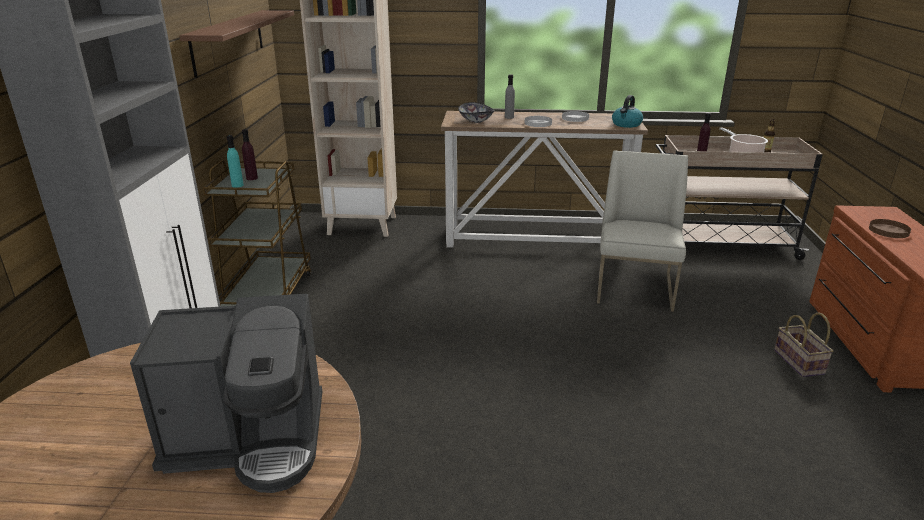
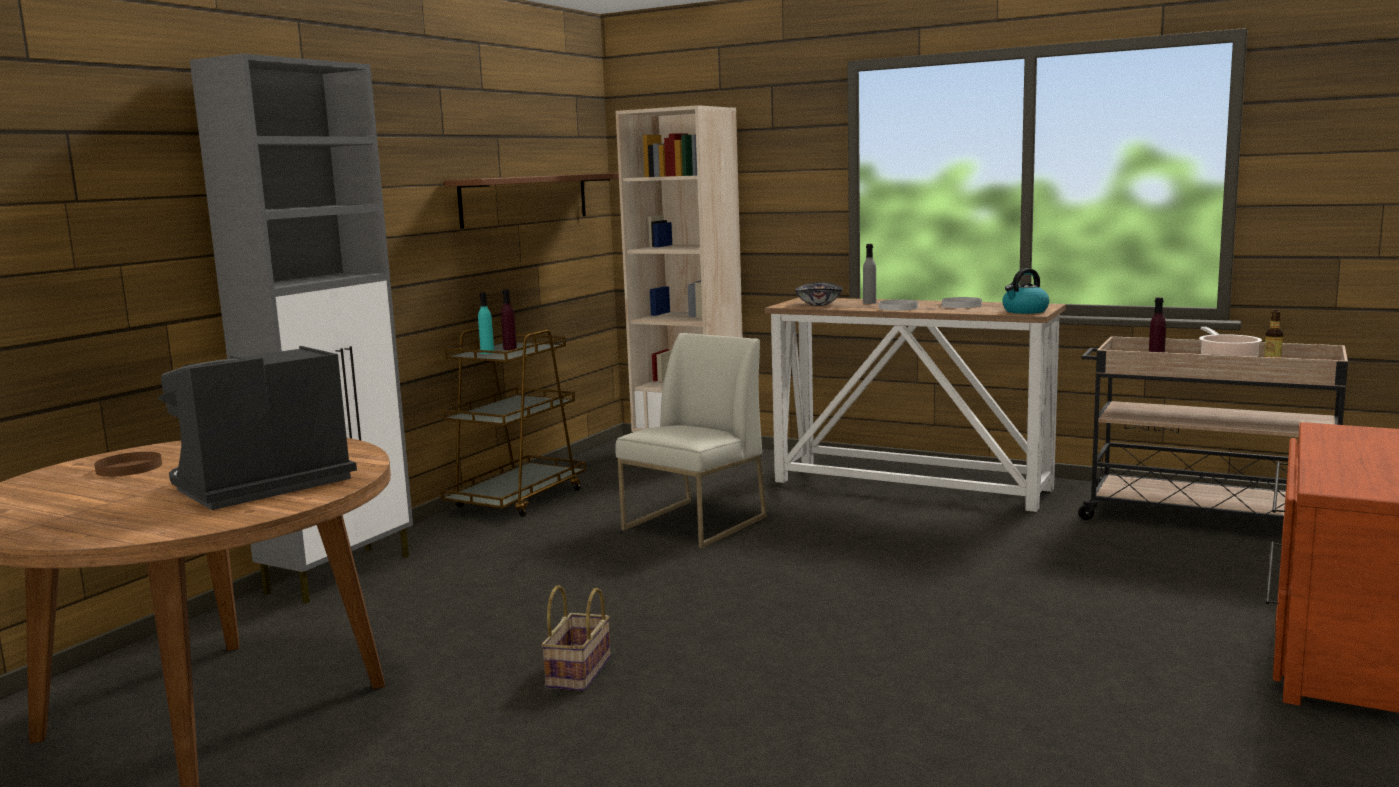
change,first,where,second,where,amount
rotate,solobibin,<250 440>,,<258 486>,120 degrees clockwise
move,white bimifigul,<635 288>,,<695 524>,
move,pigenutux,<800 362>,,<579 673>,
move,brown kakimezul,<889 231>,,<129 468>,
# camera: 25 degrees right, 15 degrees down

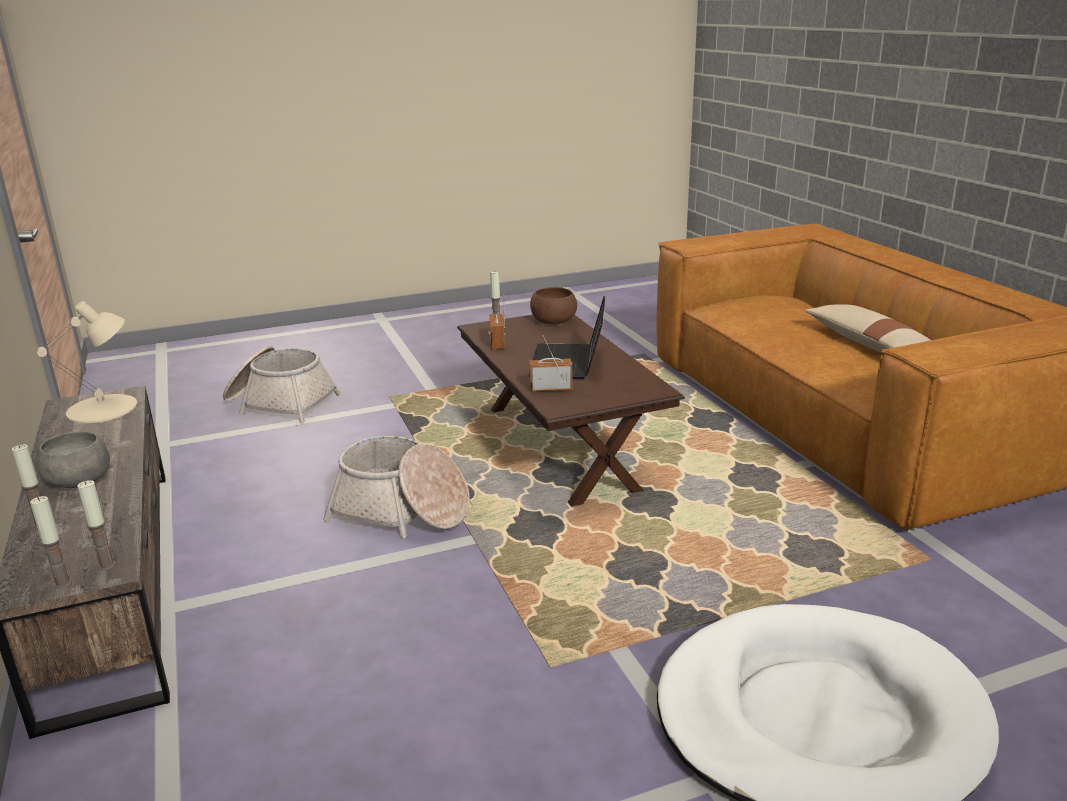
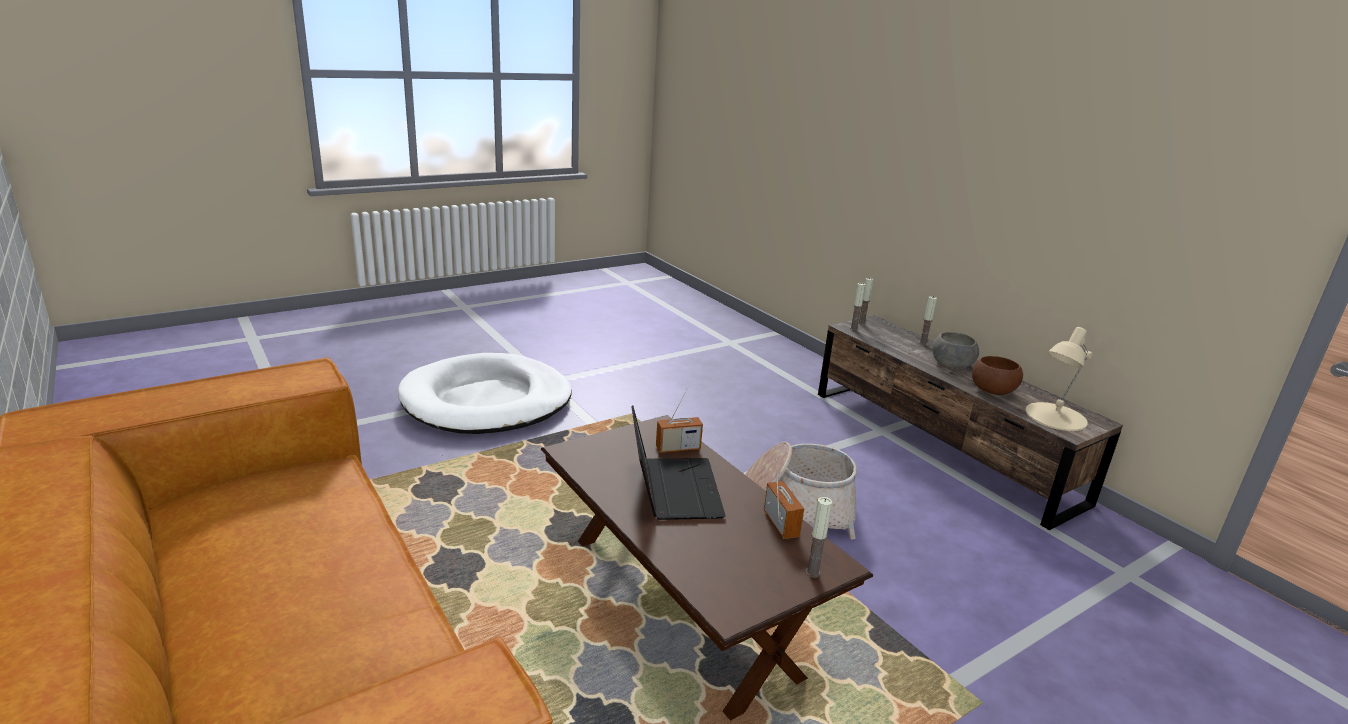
change,first,where,second,where,amount
delete,pigenutux,<280 403>,,,
move,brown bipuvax,<553 321>,,<992 390>,
delete,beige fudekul,<869 344>,,,
# camera: 165 degrees right, 0 degrees up

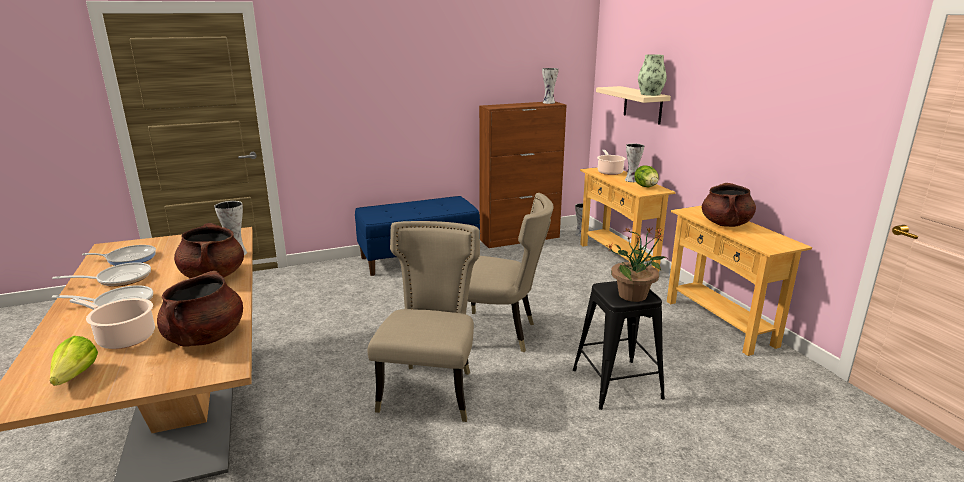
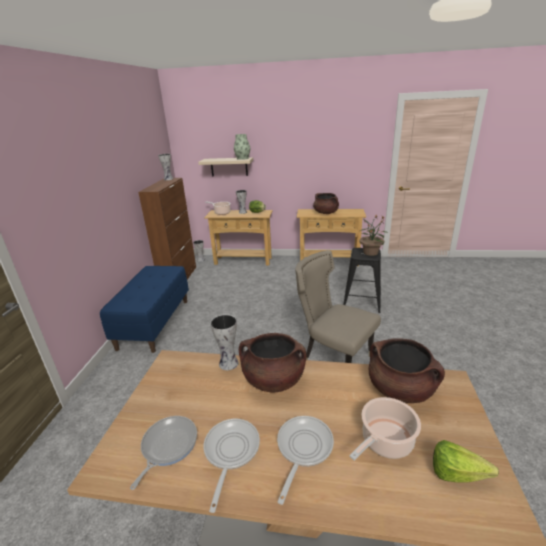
change,first,where,second,where,amount
delete,beige bimifigul,<499 334>,,,
# camera: 60 degrees left, 5 degrees up

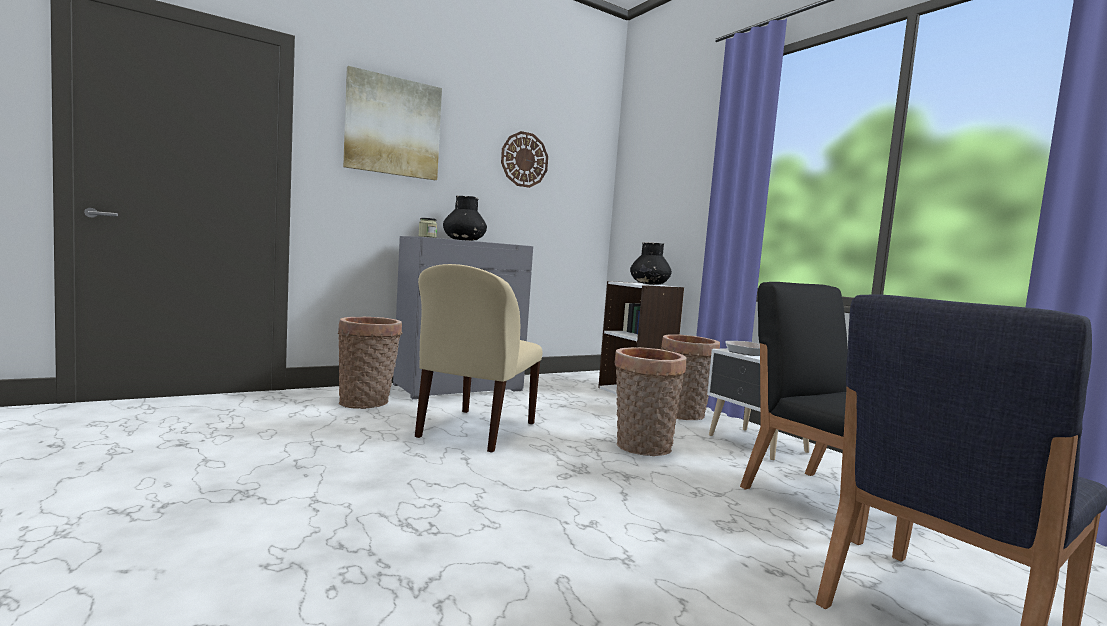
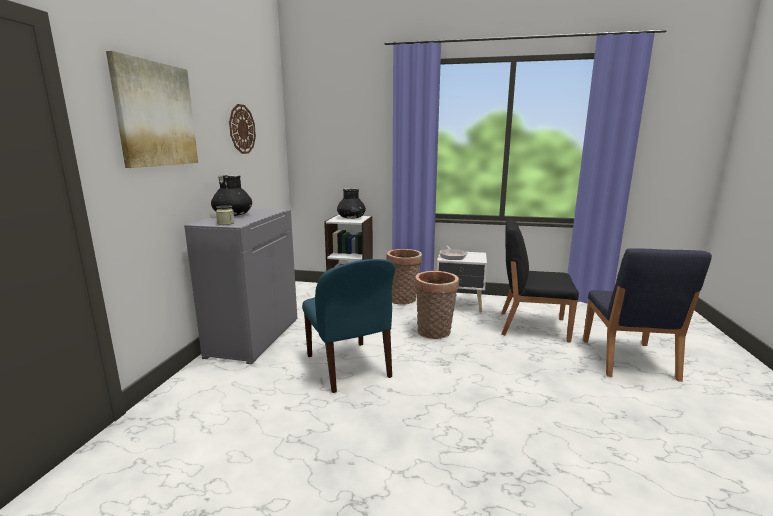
change,first,where,second,where,amount
delete,pigenutux,<367 402>,,,
recolor,beige bimifigul,<475 431>,blue bimifigul,<349 367>,
# camera: 45 degrees left, 10 degrees up

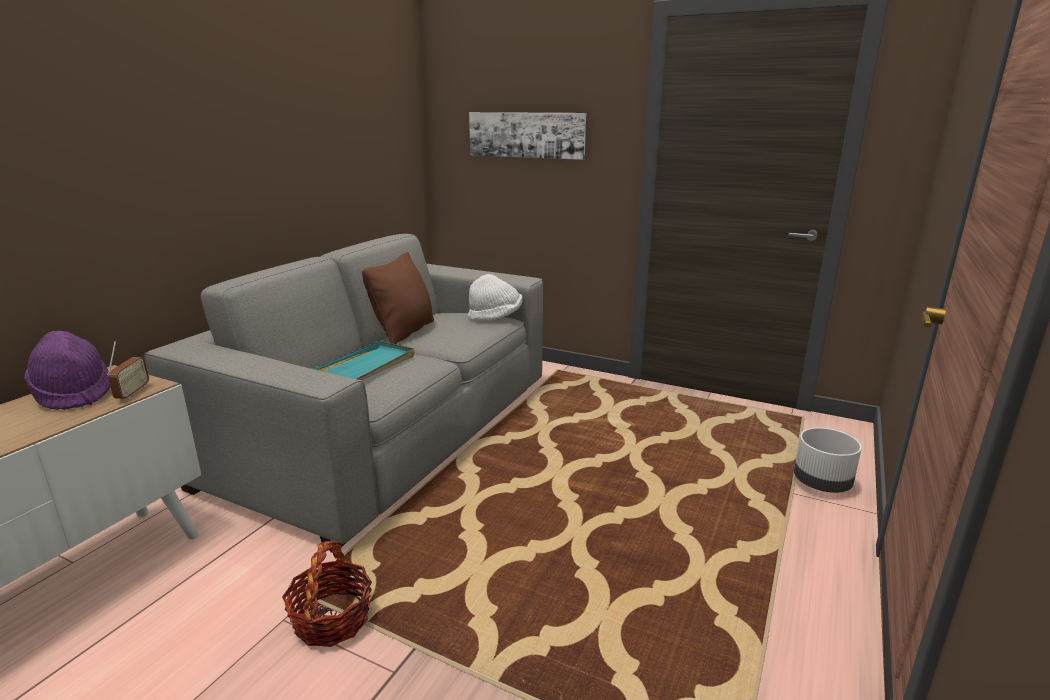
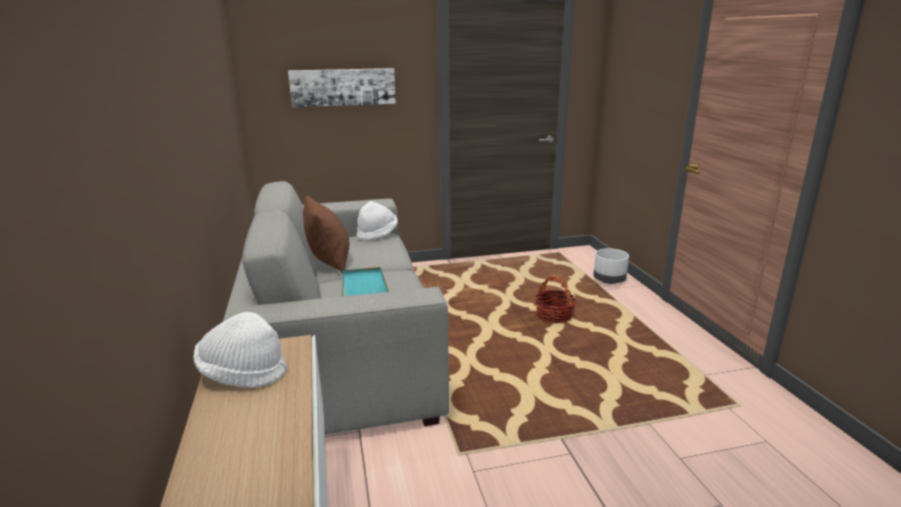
change,first,where,second,where,amount
recolor,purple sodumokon,<74 394>,white sodumokon,<243 373>,
delete,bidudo,<132 393>,,,
move,pigenutux,<332 619>,,<554 316>,
# camera: 40 degrees left, 0 degrees up

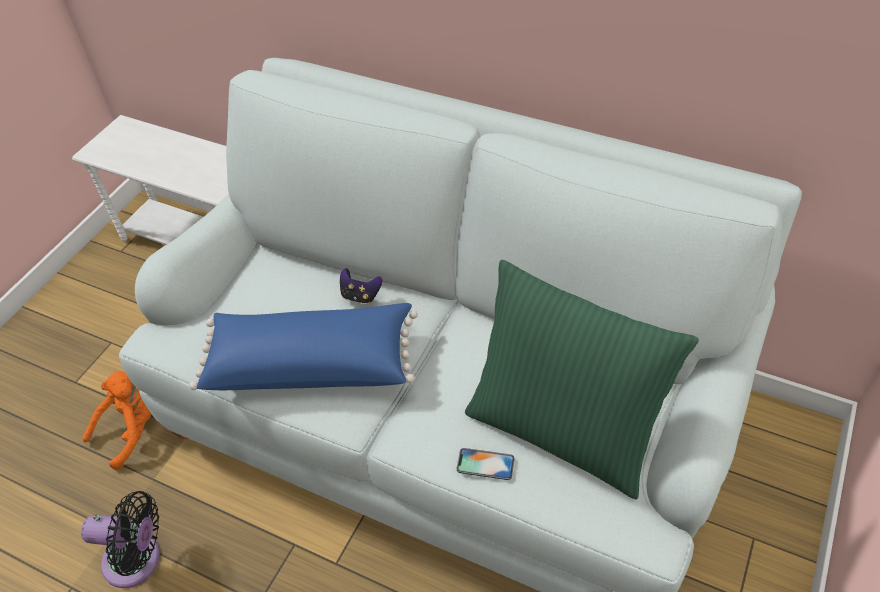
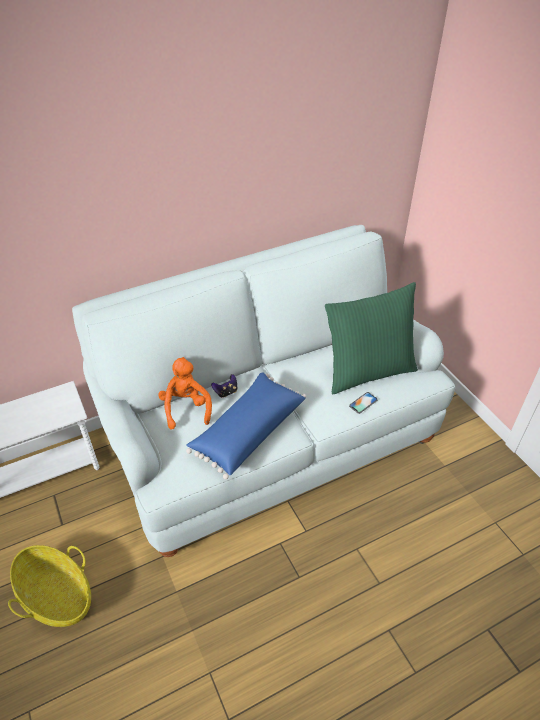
change,first,where,second,where,amount
delete,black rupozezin,<137 561>,,,
move,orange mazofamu,<131 430>,,<186 408>,
insert,,,pigenutux,<57 596>,
# camera: 55 degrees left, 5 degrees down

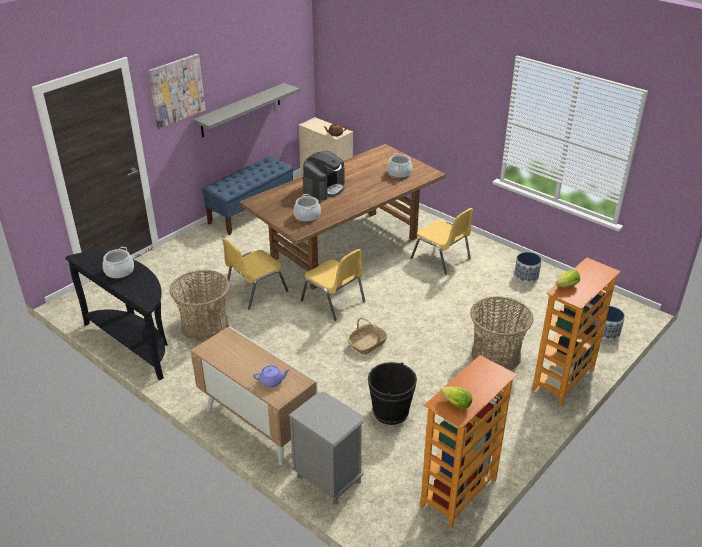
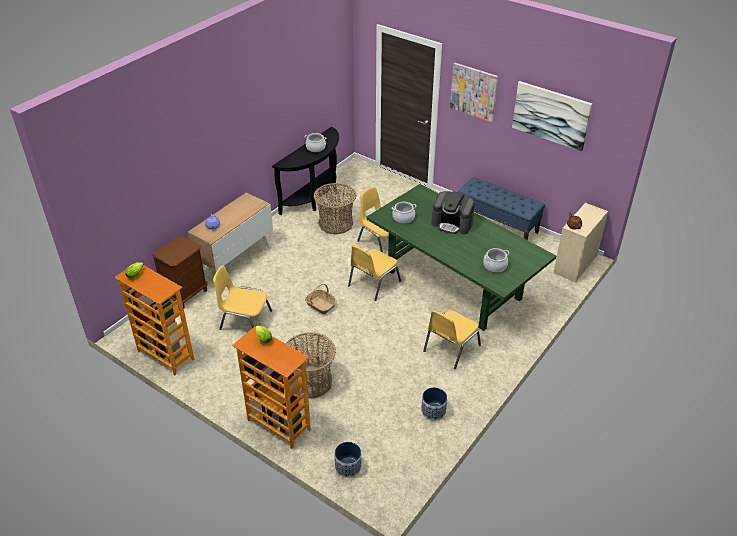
change,first,where,second,where,amount
delete,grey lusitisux,<241 110>,,,
recolor,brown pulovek,<346 247>,green pulovek,<454 285>,
recolor,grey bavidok,<328 479>,brown bavidok,<186 294>,
replace,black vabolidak,<390 412>,yellow bimifigul,<245 320>,
insert,,,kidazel,<551 115>,
# camera: 85 degrees right, 5 degrees up

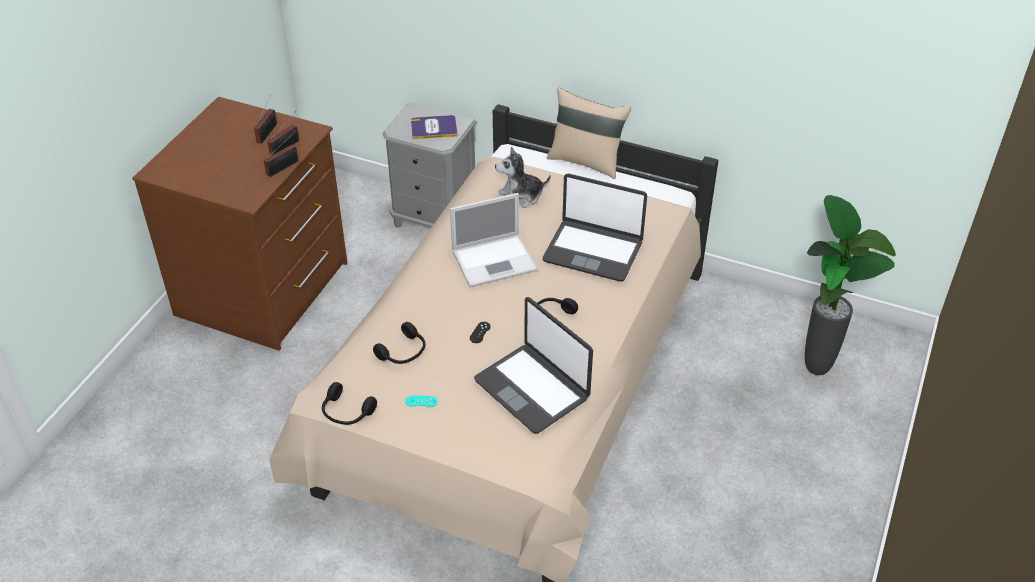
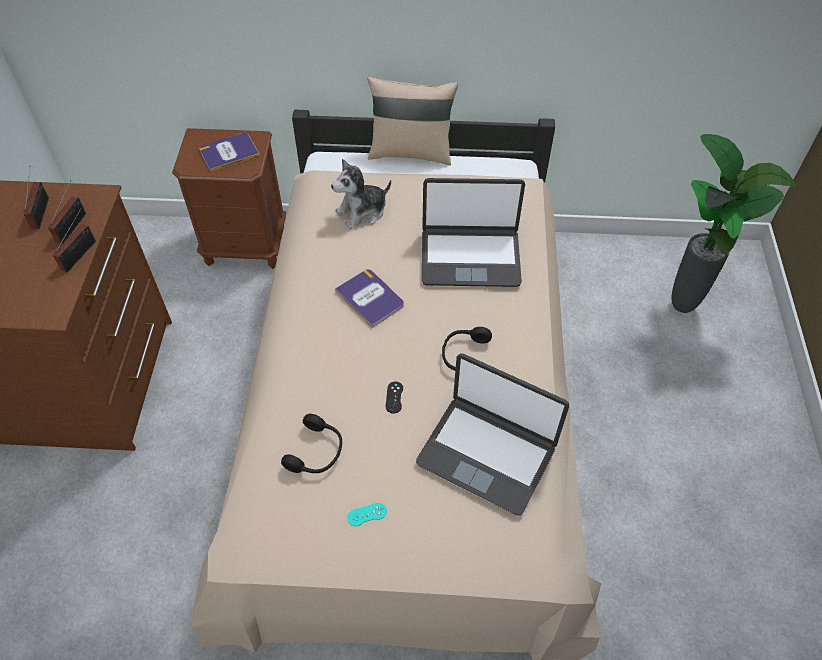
change,first,where,second,where,amount
delete,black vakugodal,<346 412>,,,
recolor,grey bavidok,<434 219>,brown bavidok,<245 245>,
replace,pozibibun,<495 260>,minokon,<370 298>,
# camera: 20 degrees left, 10 degrees up

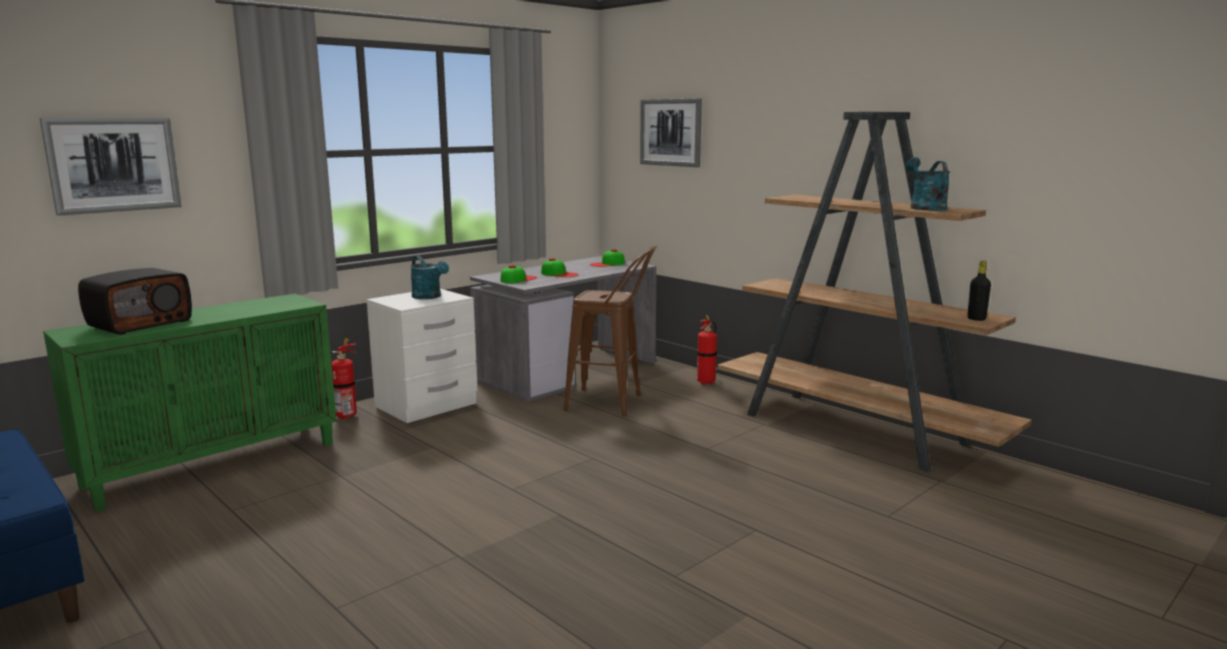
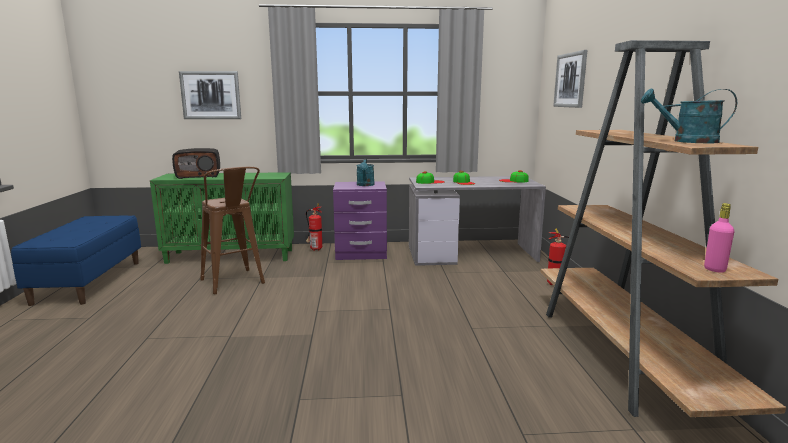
change,first,where,second,where,amount
recolor,white bavidok,<427 405>,purple bavidok,<361 253>,
move,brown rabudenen,<612 403>,,<234 284>,
rotate,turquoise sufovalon,<924 207>,,<686 141>,105 degrees counterclockwise
recolor,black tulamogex,<976 319>,pink tulamogex,<714 269>,
# camera: 40 degrees right, 0 degrees up

